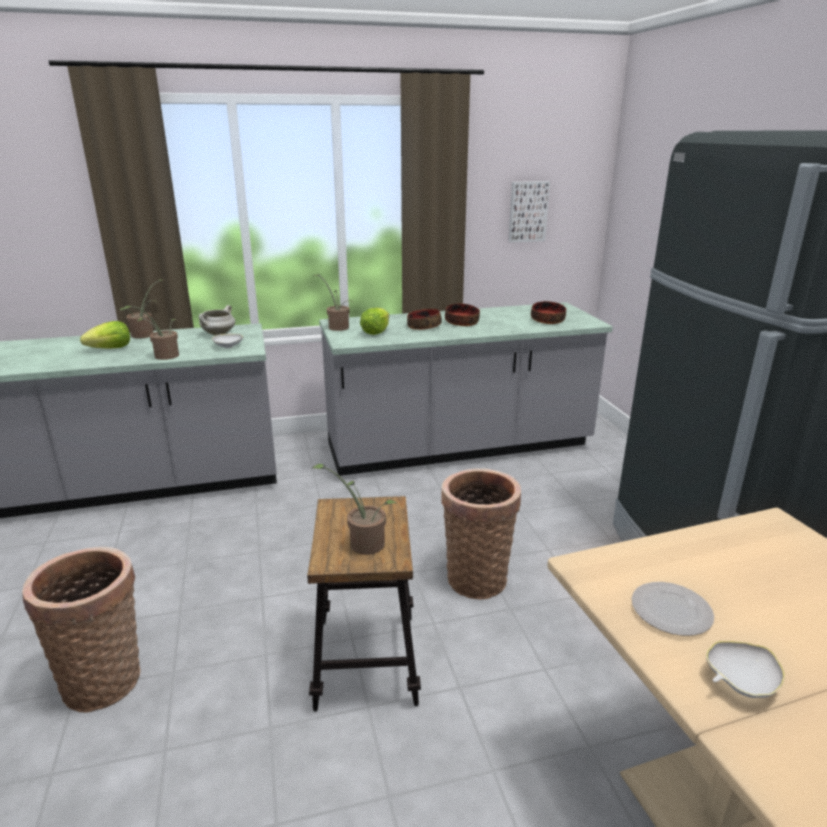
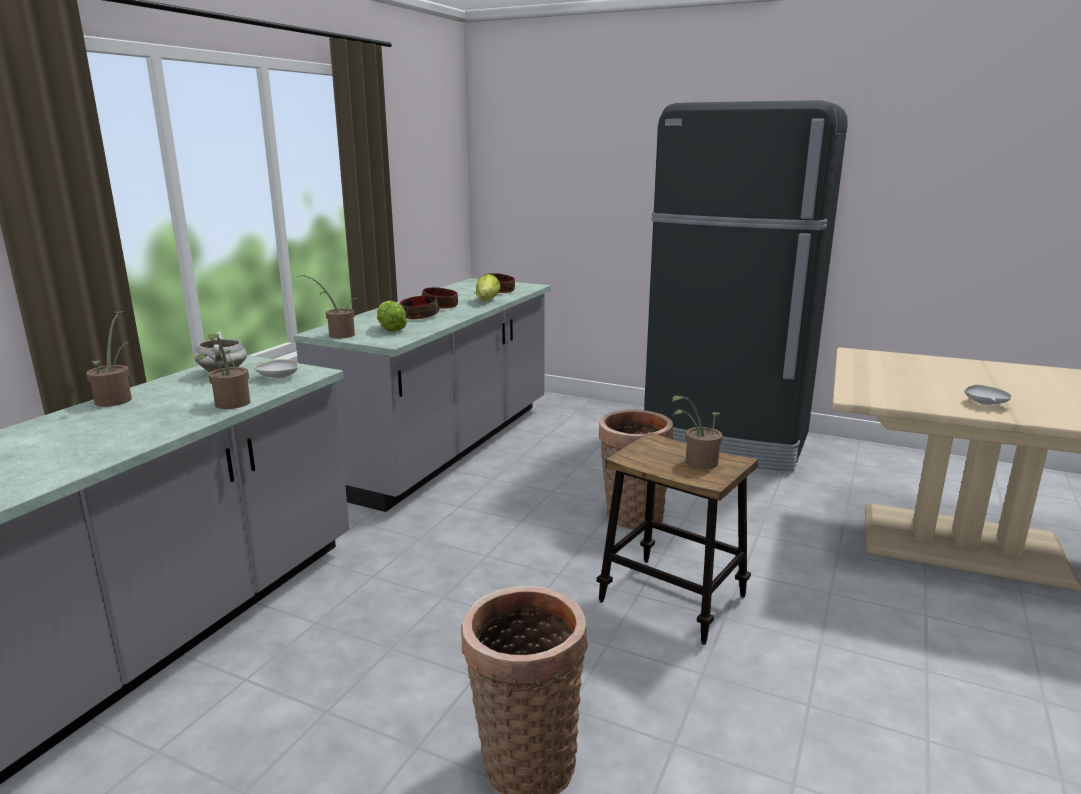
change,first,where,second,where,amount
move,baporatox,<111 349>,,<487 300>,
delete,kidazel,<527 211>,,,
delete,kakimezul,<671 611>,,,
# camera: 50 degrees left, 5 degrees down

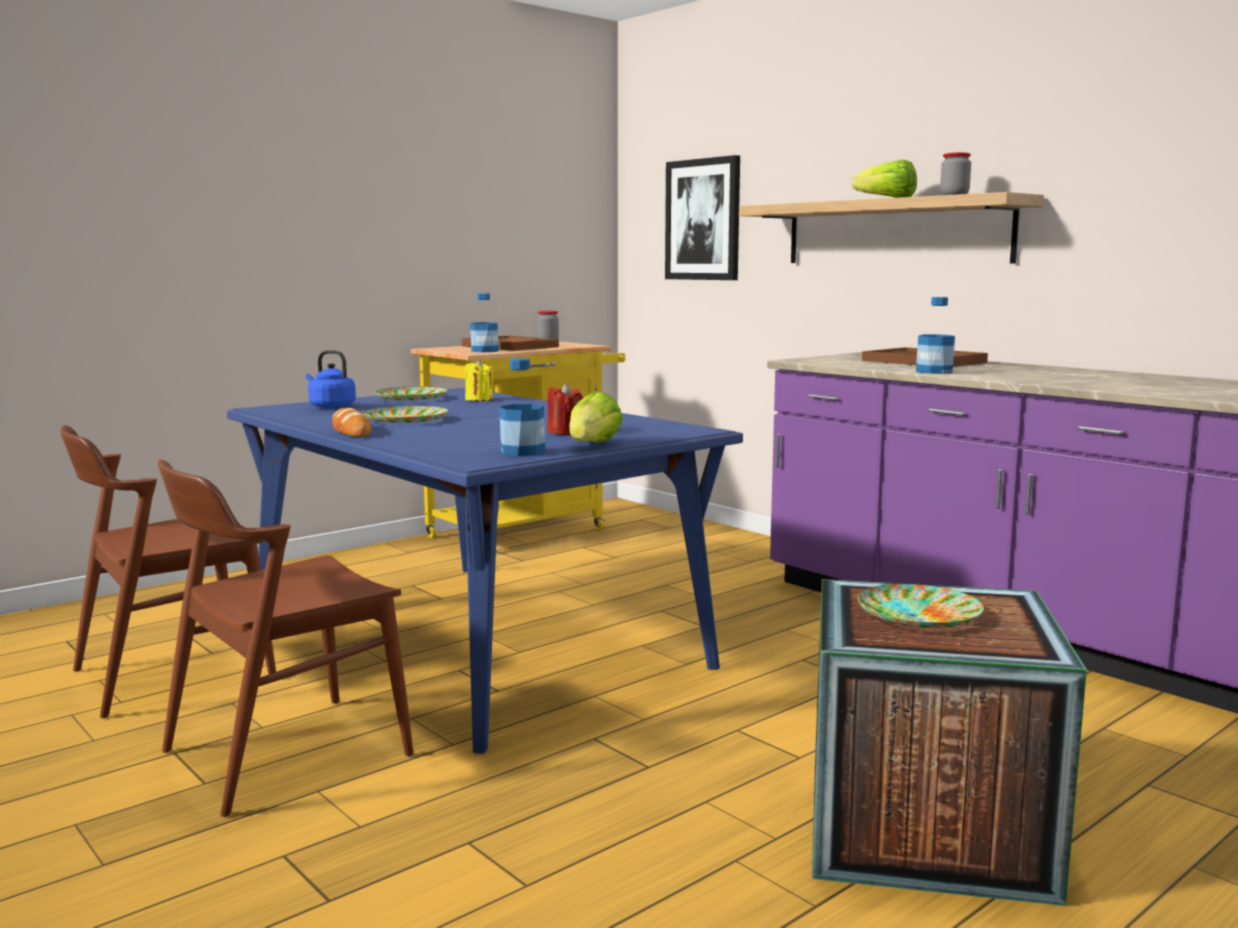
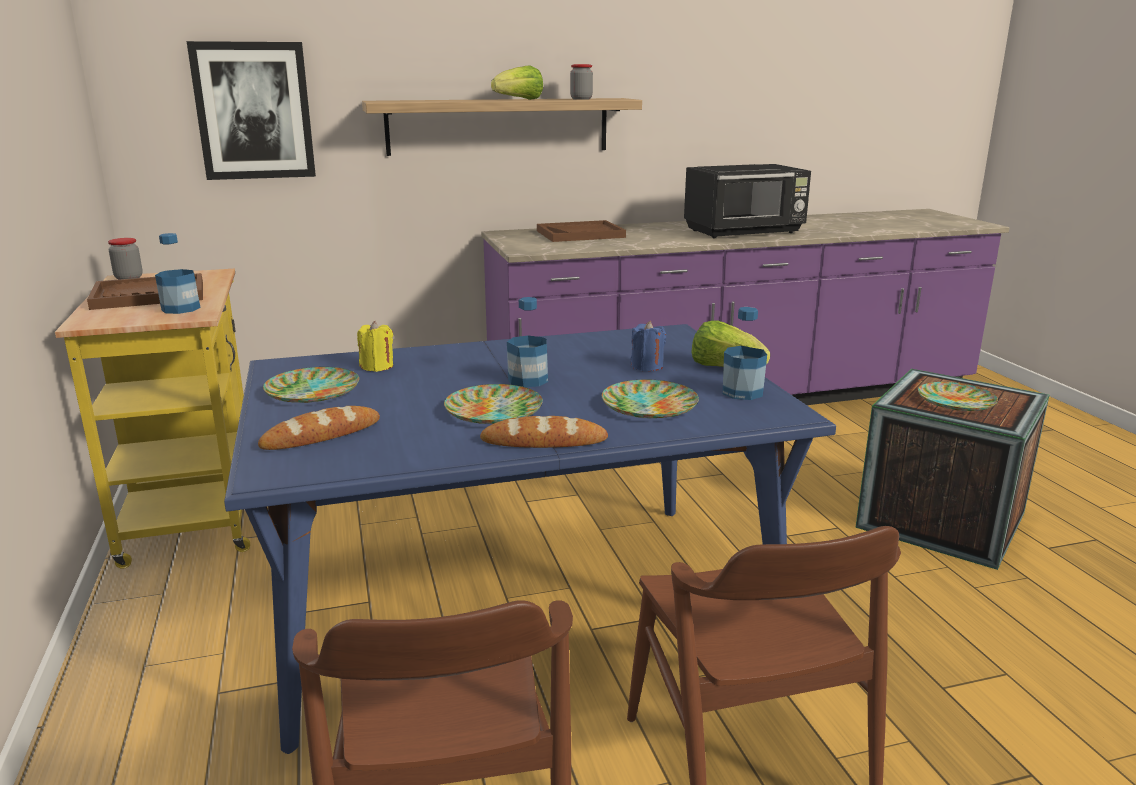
change,first,where,second,where,amount
replace,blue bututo,<330 407>,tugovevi,<321 435>,
recolor,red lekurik,<565 432>,blue lekurik,<647 366>,
move,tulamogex,<934 371>,,<528 380>,
insert,,,kakimezul,<648 406>,
insert,,,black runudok,<745 232>,
# camera: 65 degrees left, 10 degrees up

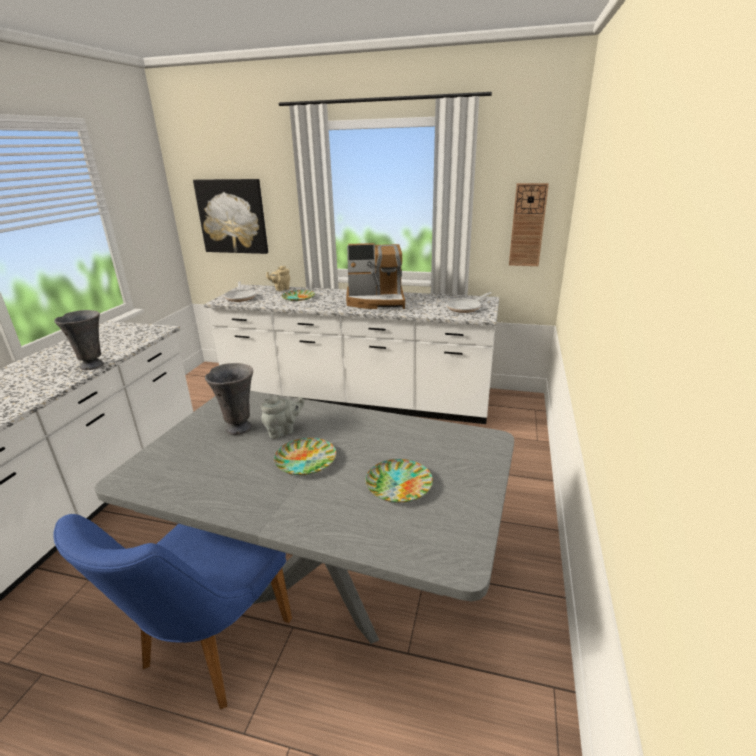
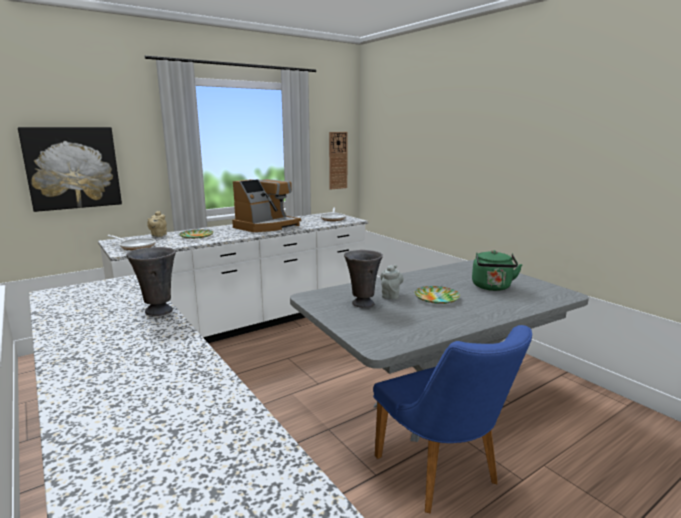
change,first,where,second,where,amount
replace,kakimezul,<398 484>,green bututo,<492 287>,
# camera: 50 degrees left, 10 degrees down

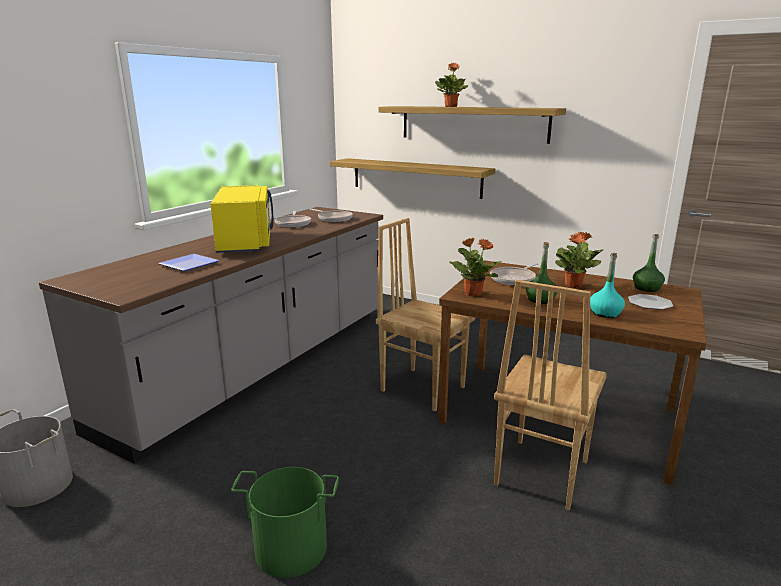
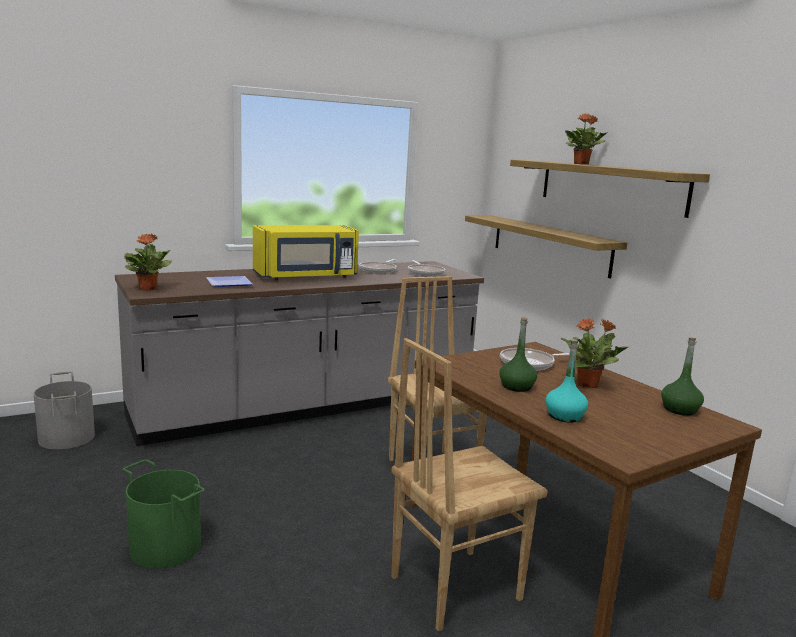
change,first,where,second,where,amount
rotate,yellow runudok,<246 242>,,<306 276>,45 degrees clockwise
move,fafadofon,<472 293>,,<148 288>,
delete,kakimezul,<650 304>,,,
# camera: 30 degrees right, 5 degrees down

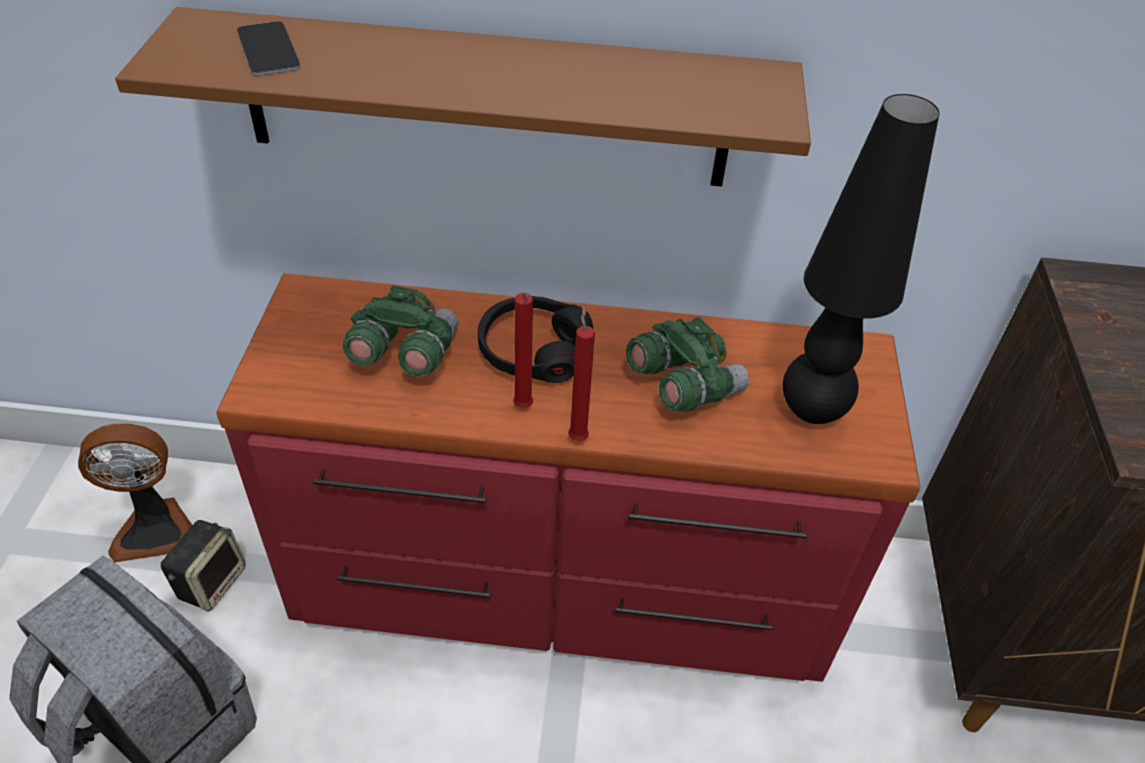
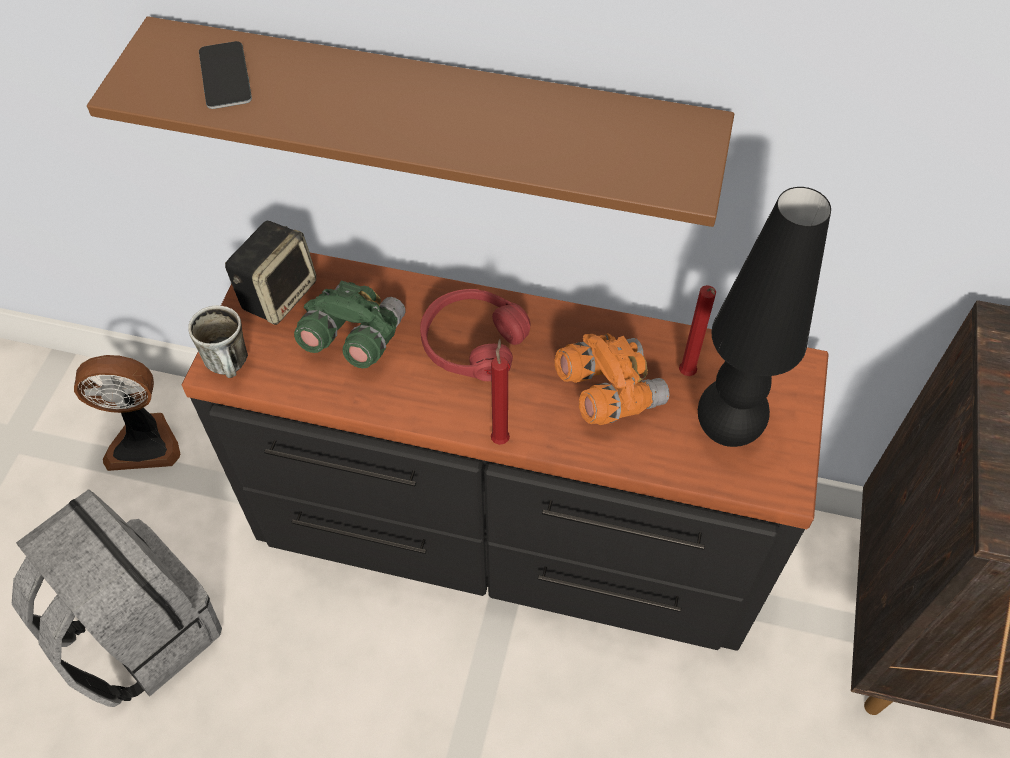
change,first,where,second,where,amount
move,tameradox,<211 581>,,<278 294>,
recolor,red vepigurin,<561 584>,black vepigurin,<506 531>,
recolor,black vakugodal,<532 350>,red vakugodal,<472 343>,
move,red lekurik,<523 409>,,<687 375>,
recolor,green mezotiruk,<682 385>,orange mezotiruk,<608 391>,
insert,,,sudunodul,<232 366>,
# camera: 10 degrees right, 10 degrees up

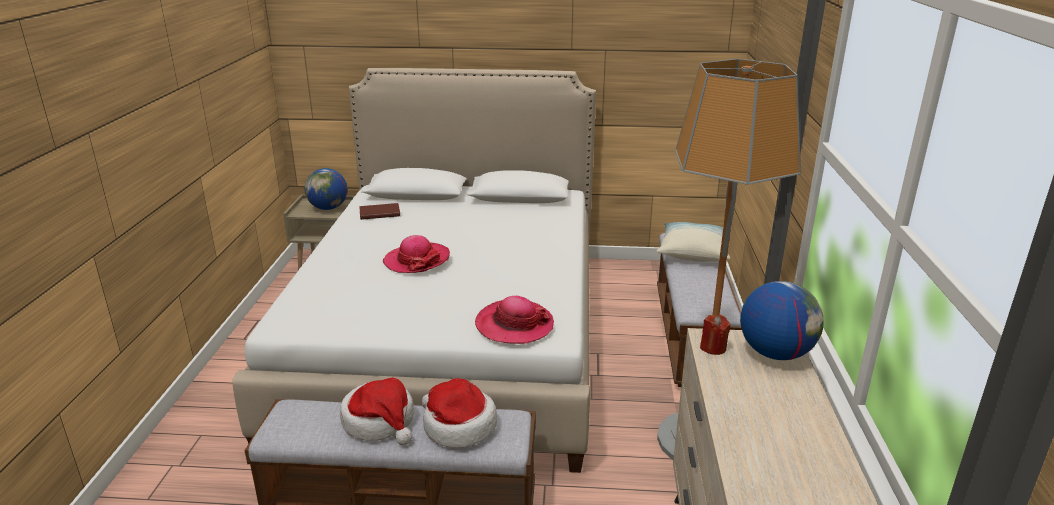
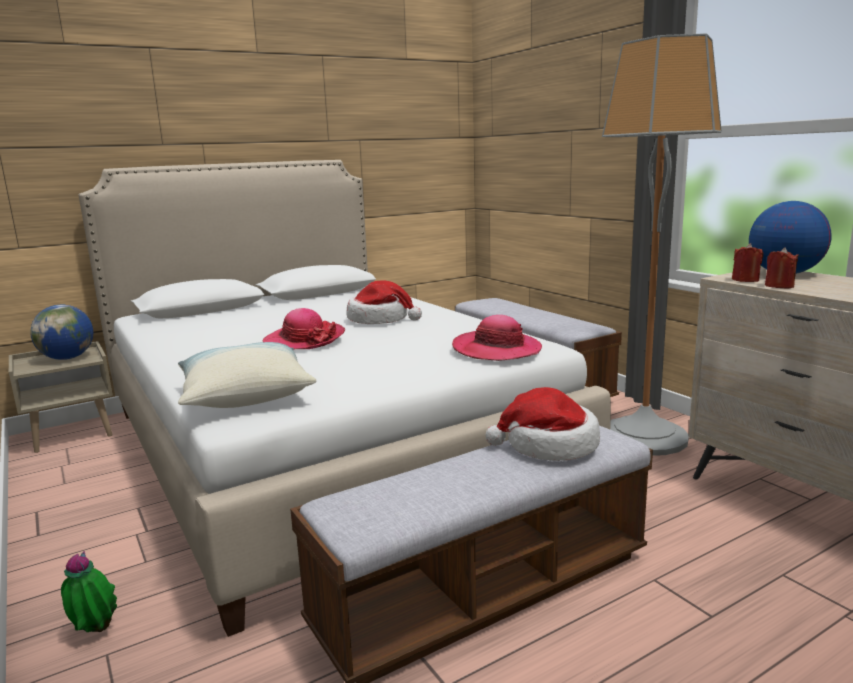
change,first,where,second,where,amount
move,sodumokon,<380 422>,,<380 319>,
delete,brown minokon,<379 213>,,,
move,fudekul,<693 252>,,<245 395>,
insert,,,fafadofon,<95 632>,
insert,,,red lekurik,<779 286>,
# camera: 35 degrees left, 10 degrees down

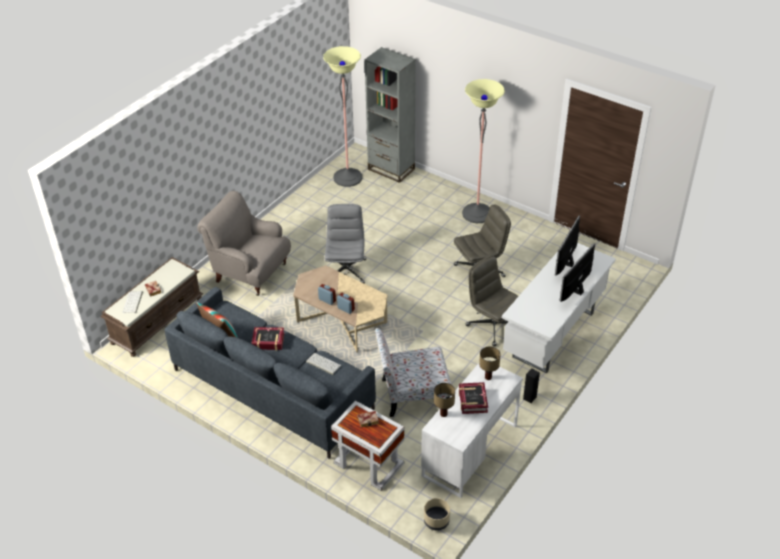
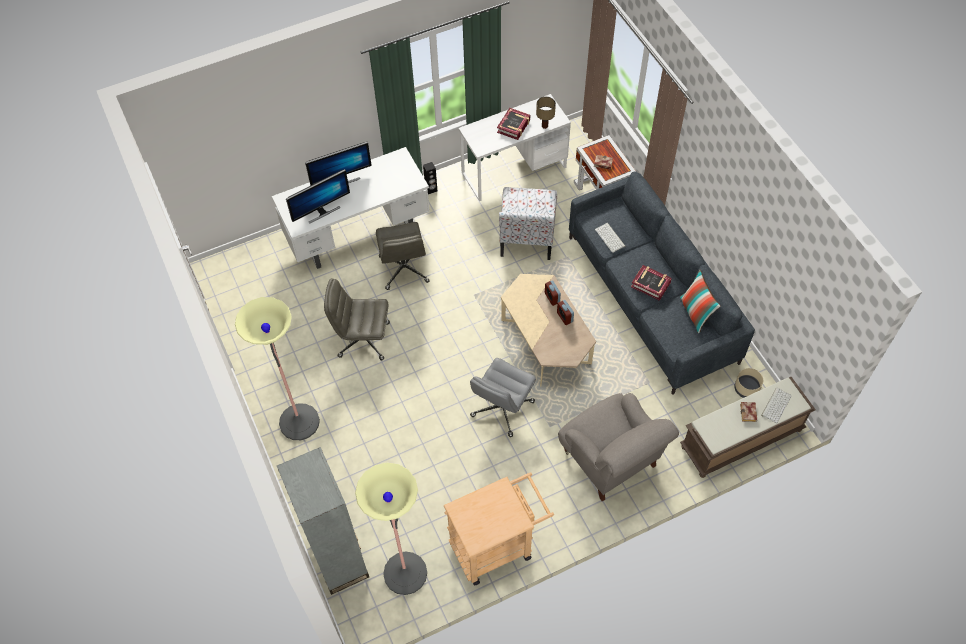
change,first,where,second,where,amount
rotate,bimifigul,<412 394>,,<527 236>,75 degrees clockwise
move,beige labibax,<436 521>,,<746 389>,
delete,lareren,<488 377>,,,
insert,,,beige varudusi,<497 545>,
# camera: 150 degrees left, 15 degrees up

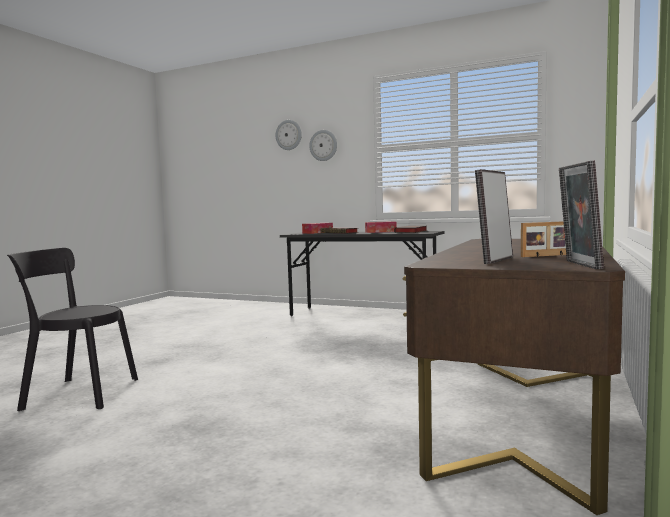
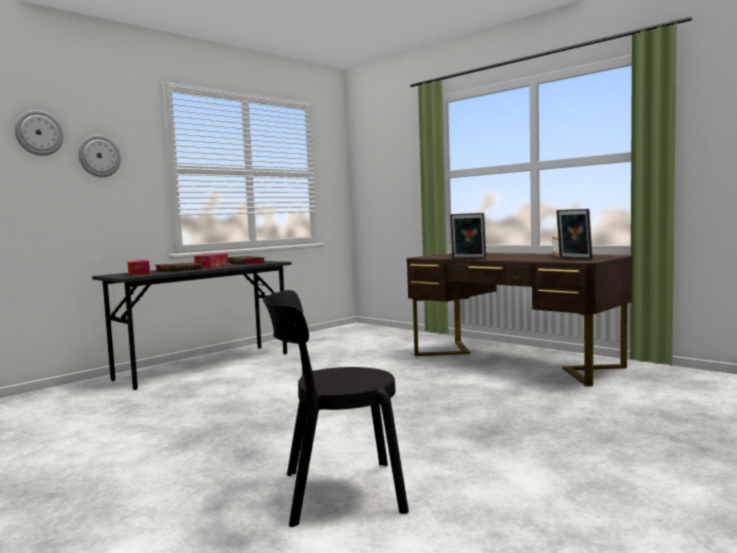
change,first,where,second,where,amount
rotate,black bimifigul,<77 393>,,<335 492>,60 degrees clockwise
move,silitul,<578 264>,,<468 258>,
# camera: 70 degrees left, 0 degrees up

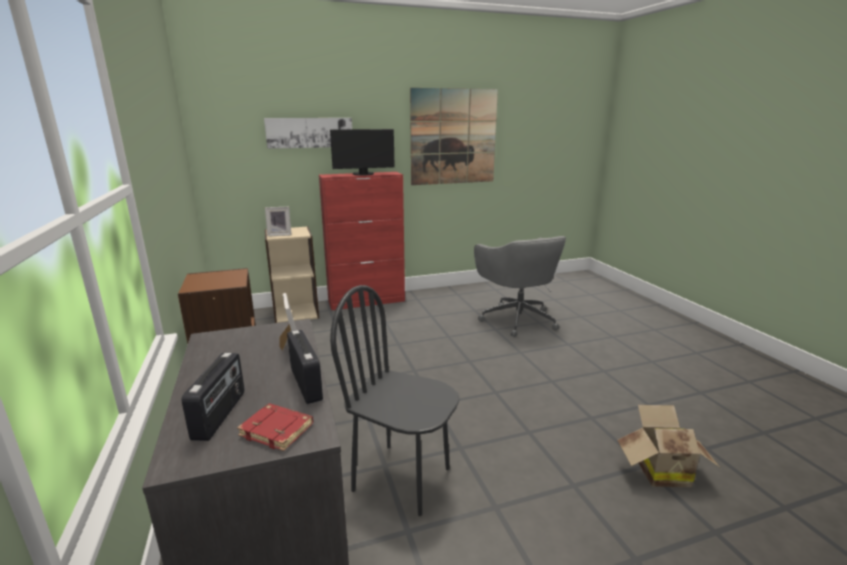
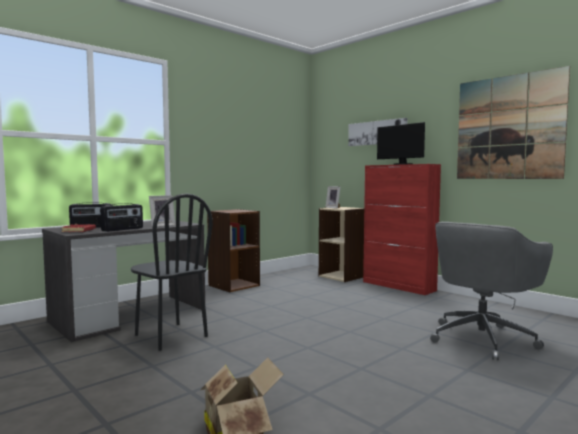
change,first,where,second,where,amount
rotate,black bimifigul,<402 478>,,<170 336>,135 degrees clockwise
# camera: 65 degrees right, 15 degrees down

